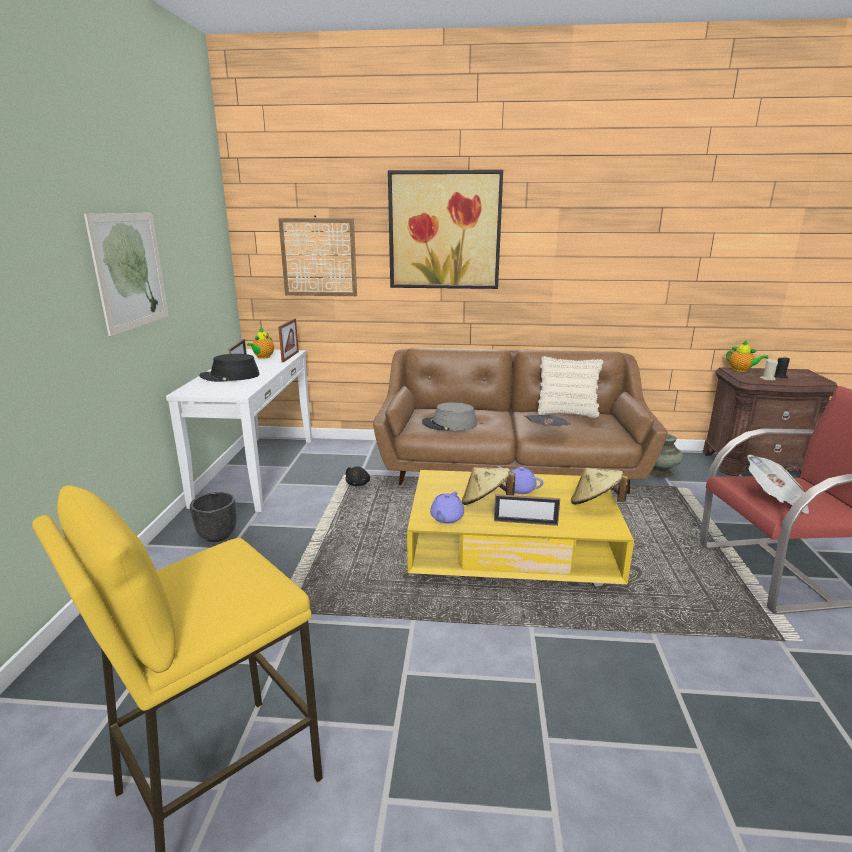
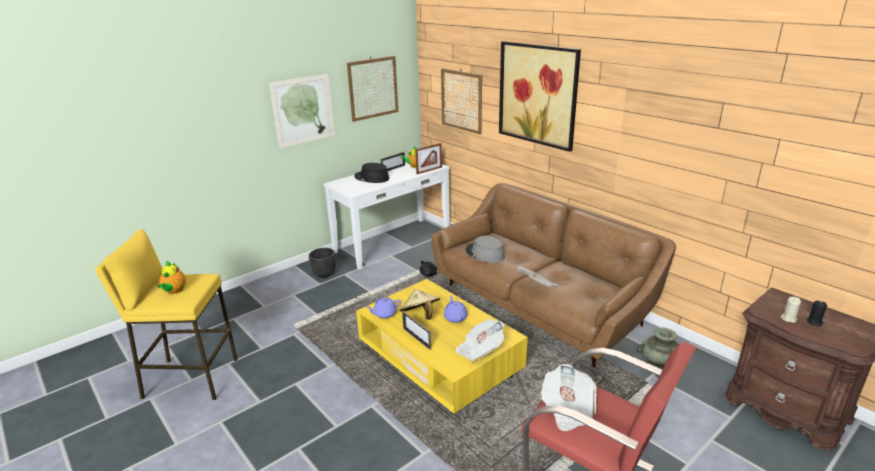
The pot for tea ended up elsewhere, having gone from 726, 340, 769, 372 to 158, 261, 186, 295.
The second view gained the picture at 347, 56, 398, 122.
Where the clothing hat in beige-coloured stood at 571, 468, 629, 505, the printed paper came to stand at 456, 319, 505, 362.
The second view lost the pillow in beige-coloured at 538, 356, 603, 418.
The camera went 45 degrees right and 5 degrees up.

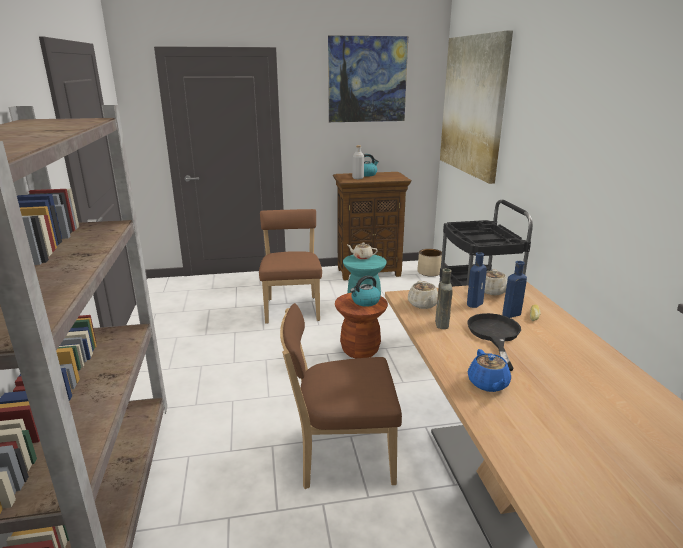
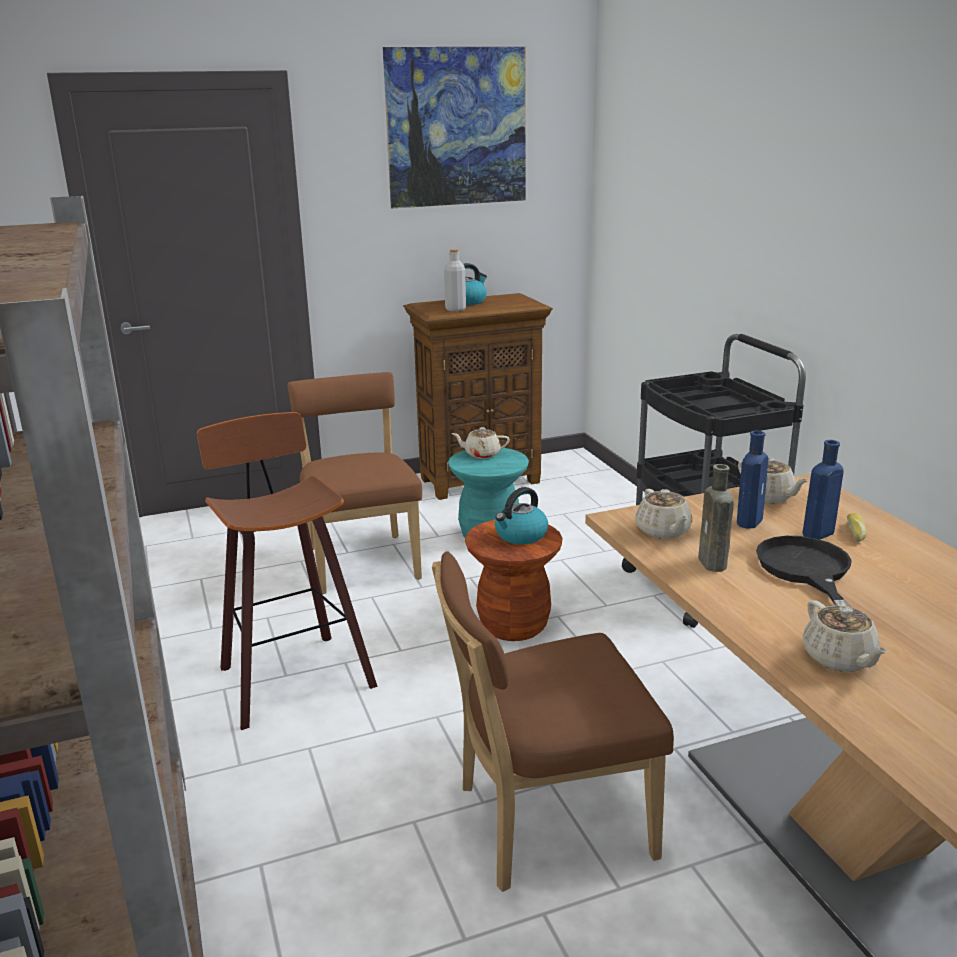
The second view gained the sitting stool at 197, 412, 378, 730.
What was the pot for tea in bluish at 468, 349, 511, 392 turned into the pot for tea in beige-coloured at 803, 600, 888, 672.
The second view lost the planter in beige-coloured at 418, 249, 442, 277.
The second view lost the picture at 440, 30, 513, 184.
The camera went 10 degrees left and 0 degrees up.

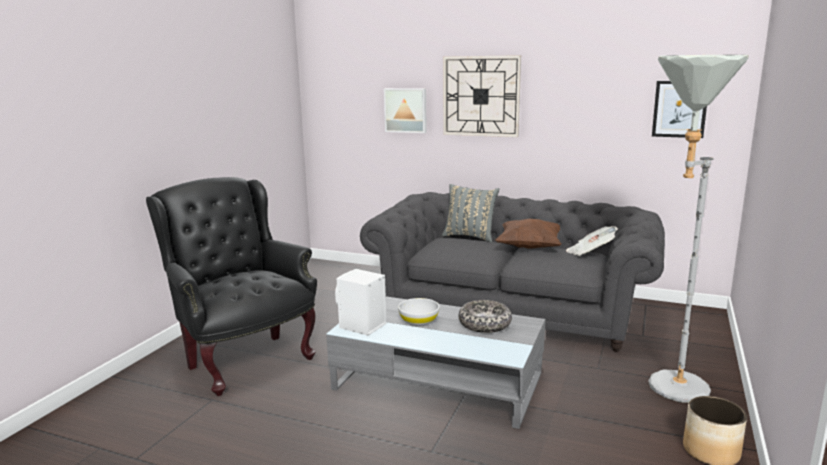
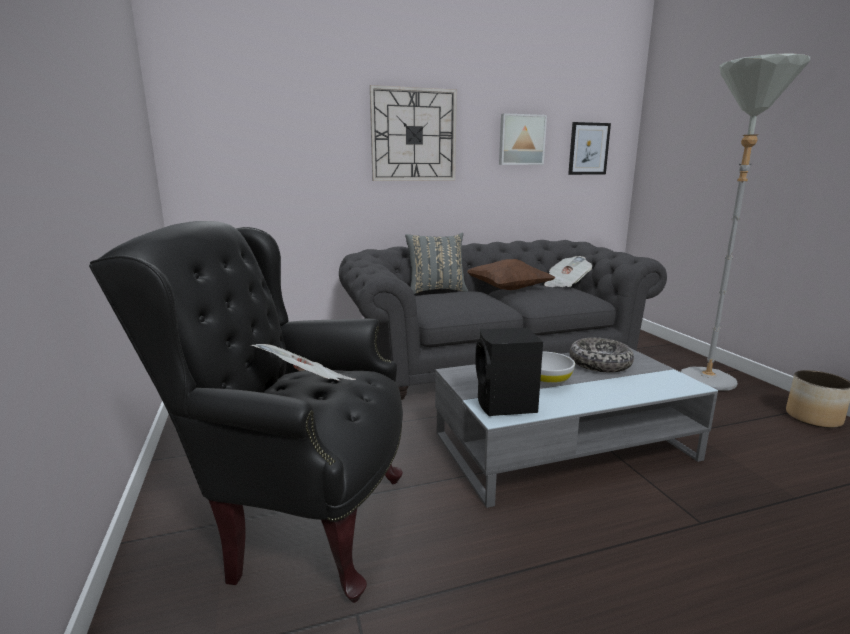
The second view gained the printed paper at 251, 344, 356, 381.
What was the audio speaker in white at 335, 269, 387, 336 turned into the audio speaker in black at 475, 327, 543, 416.
The picture ended up elsewhere, having gone from 384, 88, 427, 133 to 499, 113, 547, 165.
The camera went 40 degrees left and 0 degrees up.

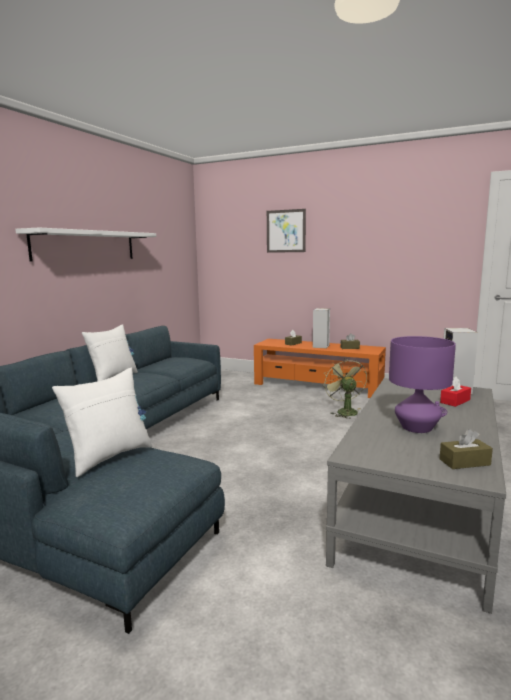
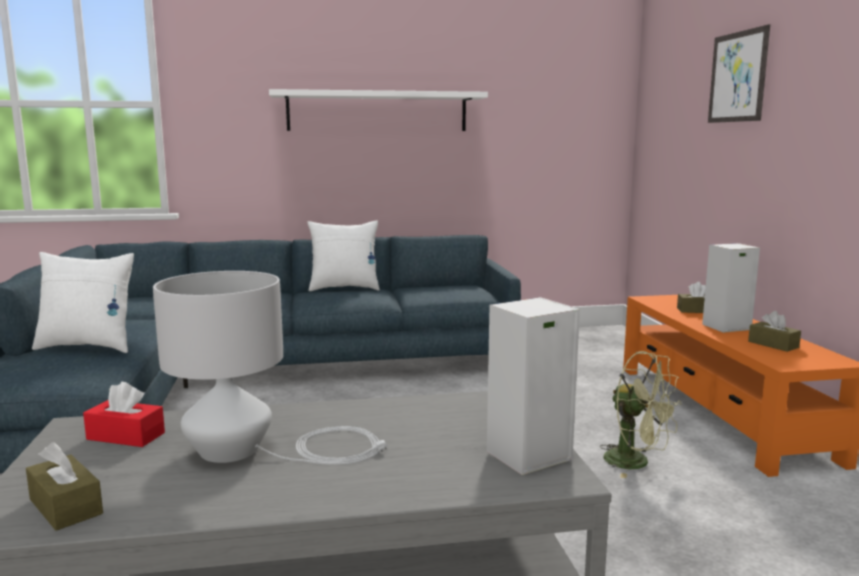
The tissue box in reddish ended up elsewhere, having gone from 440, 376, 471, 407 to 83, 382, 165, 447.
What was the table lamp in purple-coloured at 389, 336, 456, 433 turned into the table lamp in white at 153, 271, 387, 465.
The cooling fan in green at 323, 358, 367, 419 ended up facing another way, 90 degrees clockwise from before.
The camera went 55 degrees right and 0 degrees up.

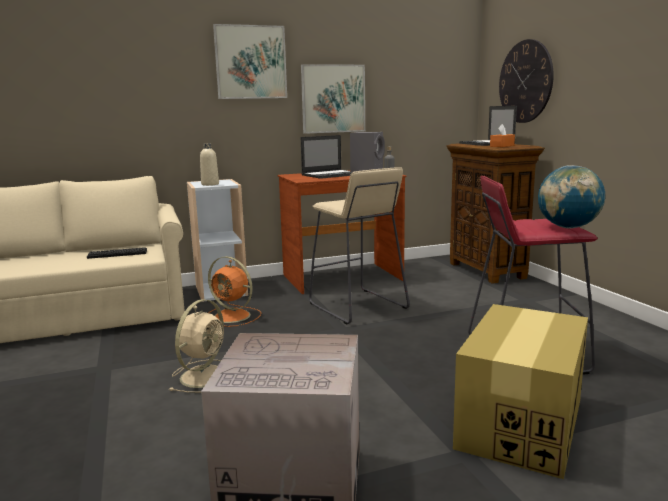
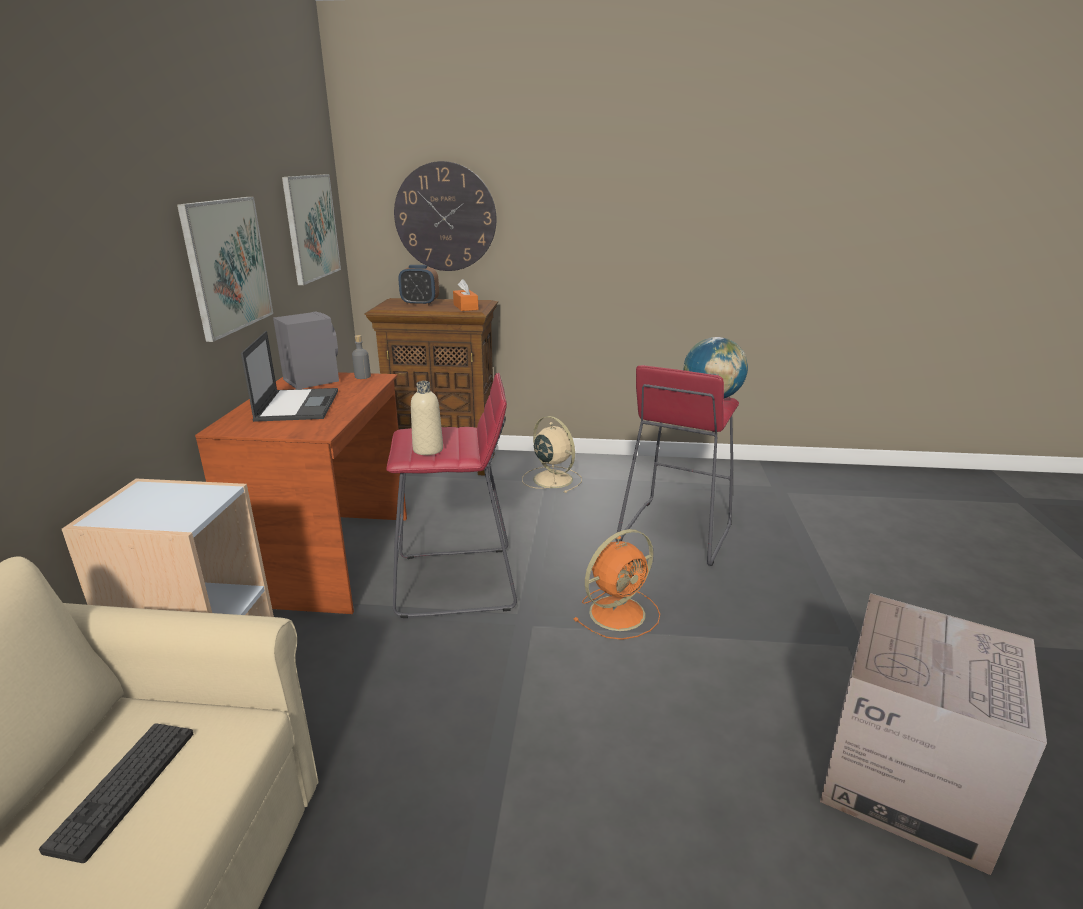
The picture ended up elsewhere, having gone from 213, 24, 287, 99 to 282, 174, 341, 285.
What was the sitting stool in beige-coloured at 309, 167, 410, 324 turned into the sitting stool in reddish at 386, 373, 517, 618.
Where the laptop stood at 459, 106, 517, 146, the bedside clock came to stand at 398, 265, 439, 306.
The bottle in beige-coloured ended up elsewhere, having gone from 200, 143, 219, 186 to 411, 381, 443, 455.
The cooling fan in beige-coloured ended up elsewhere, having gone from 169, 299, 224, 393 to 522, 416, 582, 493.
The cooling fan in orange-coloured ended up elsewhere, having gone from 208, 256, 261, 327 to 573, 529, 660, 640.
The second view lost the cardboard box at 453, 304, 588, 479.
The camera went 65 degrees left and 10 degrees up.

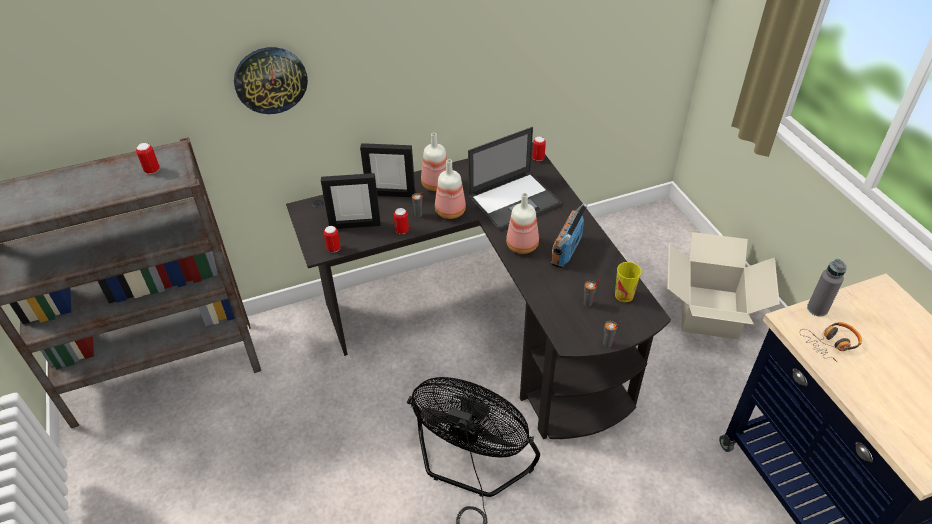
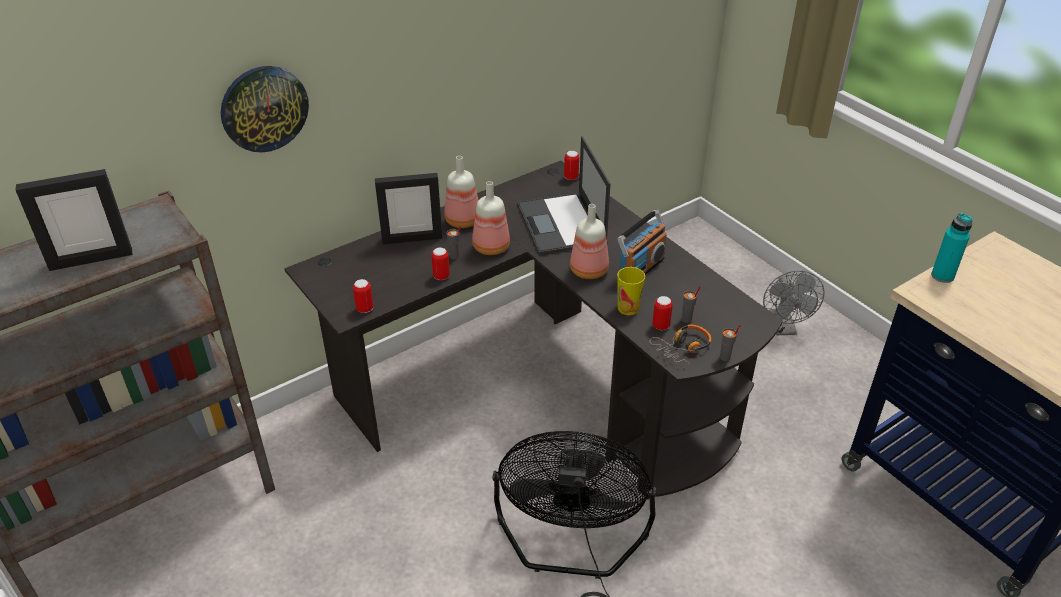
The standing frame ended up elsewhere, having gone from 321, 173, 381, 229 to 15, 169, 133, 271.
The laptop at 468, 127, 562, 231 ended up facing another way, 120 degrees clockwise from before.
The drinking cup ended up elsewhere, having gone from 615, 262, 641, 302 to 617, 267, 645, 315.
The radio receiver at 551, 203, 587, 268 ended up facing another way, 150 degrees counterclockwise from before.
The pair of headphones ended up elsewhere, having gone from 799, 322, 862, 362 to 650, 325, 711, 364.
The sealed can ended up elsewhere, having gone from 136, 143, 160, 174 to 652, 296, 673, 330.
Where the cardboard box stood at 668, 232, 780, 340, the cooling fan in greyish came to stand at 763, 271, 825, 335.
What was the bottle in greyish at 807, 259, 847, 317 turned into the bottle in turquoise at 931, 213, 973, 283.
The camera went 15 degrees left and 5 degrees down.

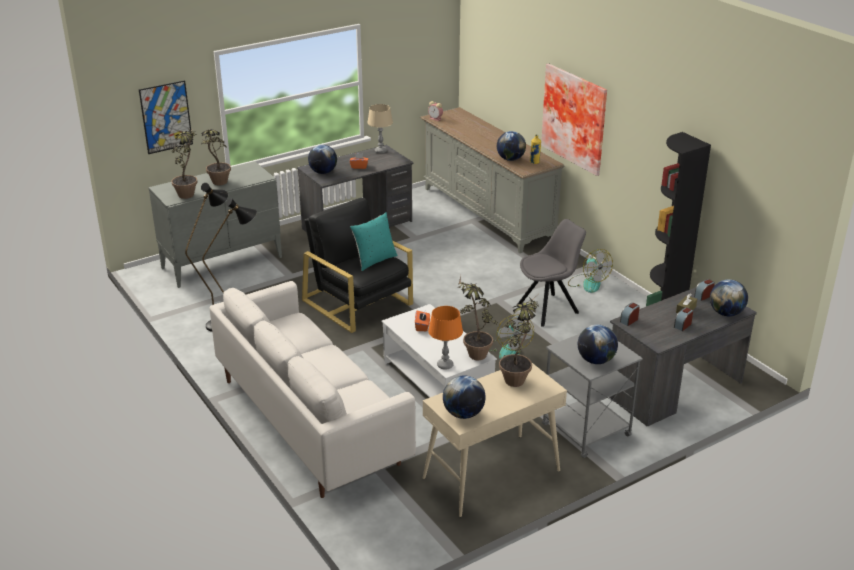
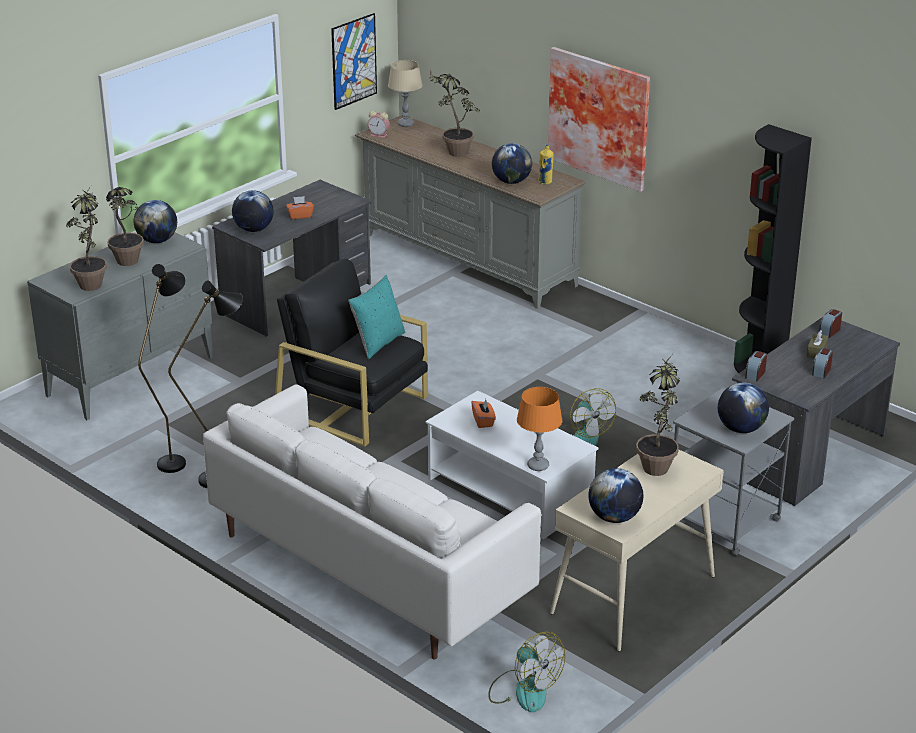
The globe ended up elsewhere, having gone from 710, 279, 748, 316 to 134, 200, 177, 243.
The picture ended up elsewhere, having gone from 139, 80, 193, 154 to 331, 13, 377, 110.
The table lamp in beige-coloured ended up elsewhere, having gone from 367, 104, 393, 153 to 388, 60, 423, 127.
The plant in a pot ended up elsewhere, having gone from 458, 275, 498, 360 to 429, 69, 480, 157.
The cooling fan ended up elsewhere, having gone from 568, 249, 613, 293 to 488, 632, 565, 712.
The second view lost the upright chair in greyish at 516, 219, 586, 327.
The camera went 15 degrees left and 0 degrees up.

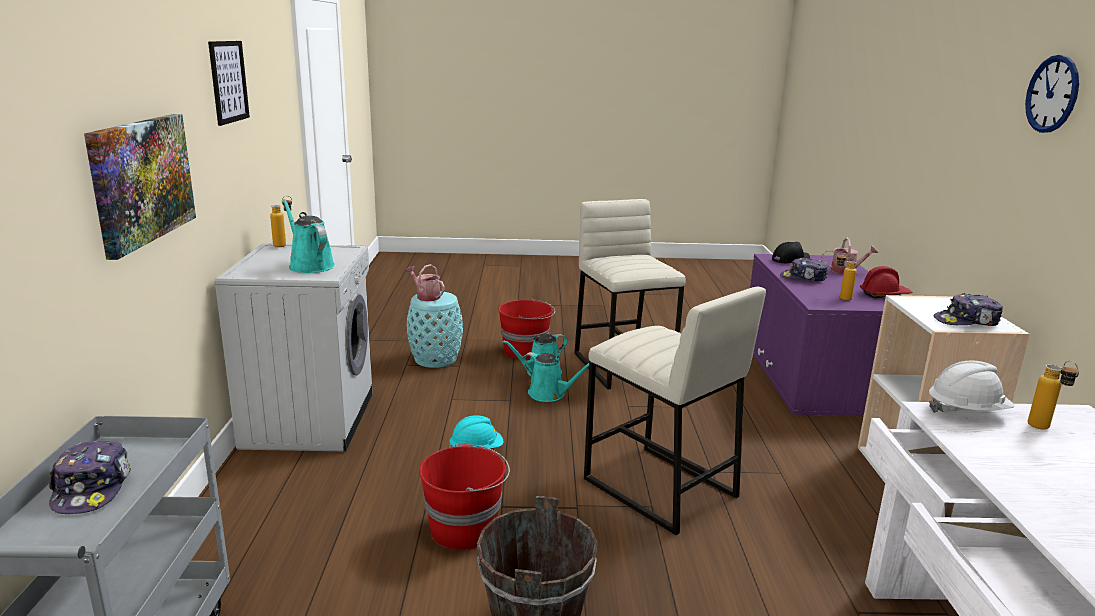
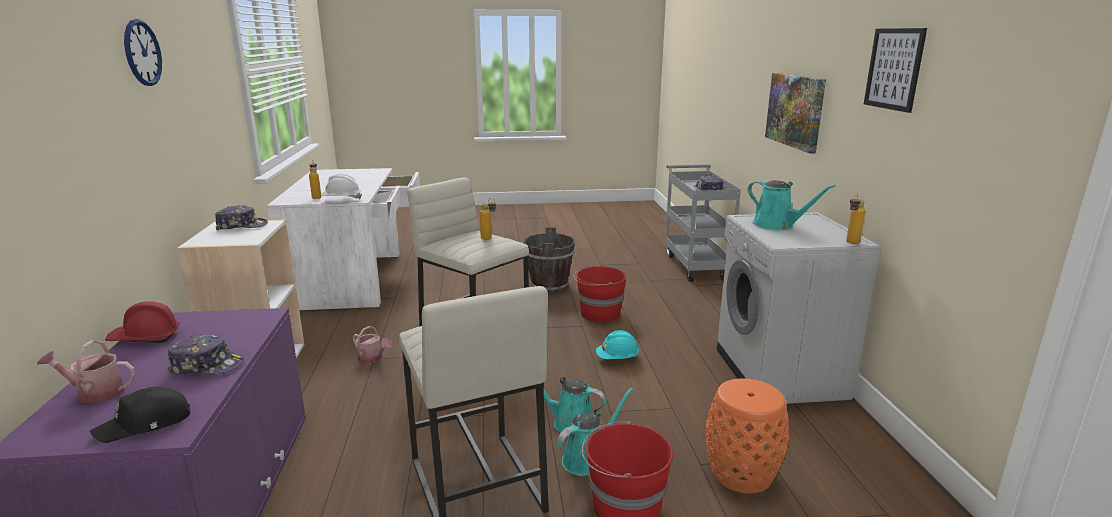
The watering pot ended up elsewhere, having gone from 405, 264, 445, 301 to 353, 326, 392, 364.
The bottle ended up elsewhere, having gone from 837, 251, 857, 300 to 480, 198, 496, 240.
What was the sitting stool in turquoise at 407, 291, 463, 368 turned into the sitting stool in orange-coloured at 706, 378, 789, 494.
The camera went 175 degrees right and 0 degrees up.

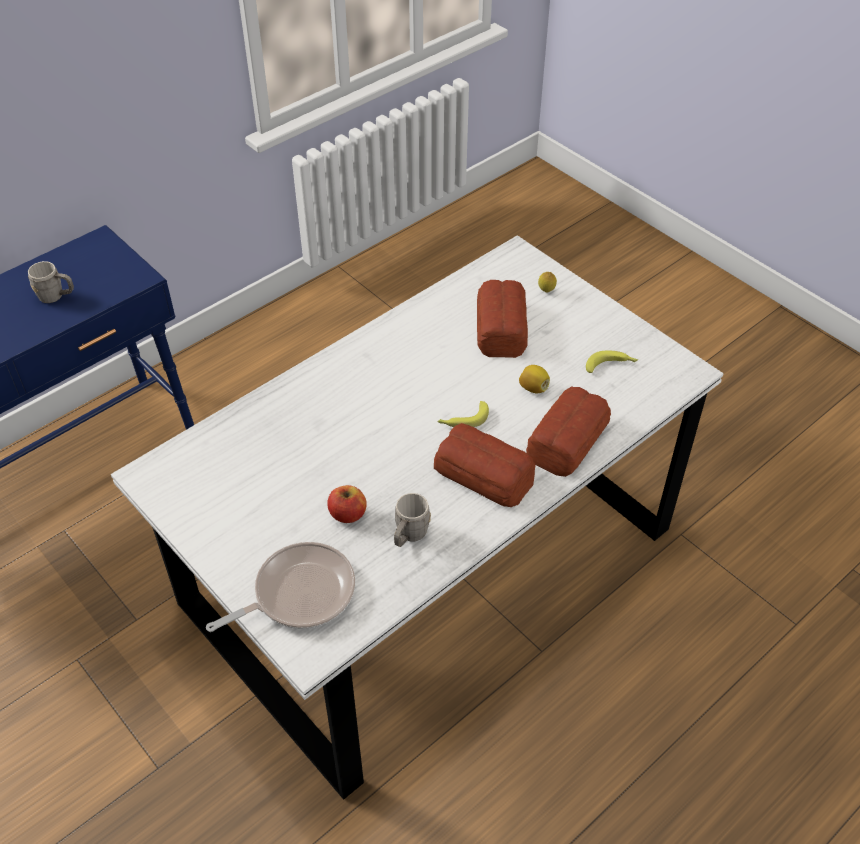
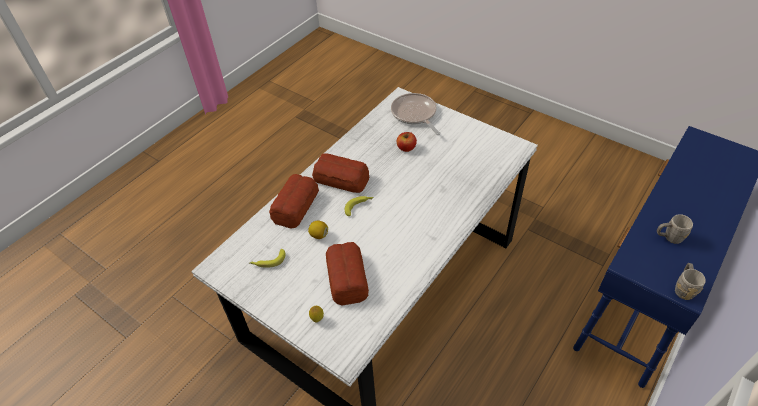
The frying pan at 206, 542, 355, 632 ended up facing another way, 105 degrees clockwise from before.
The tea mug in greyish ended up elsewhere, having gone from 394, 493, 431, 547 to 675, 263, 706, 300.
The camera went 170 degrees right and 0 degrees up.

